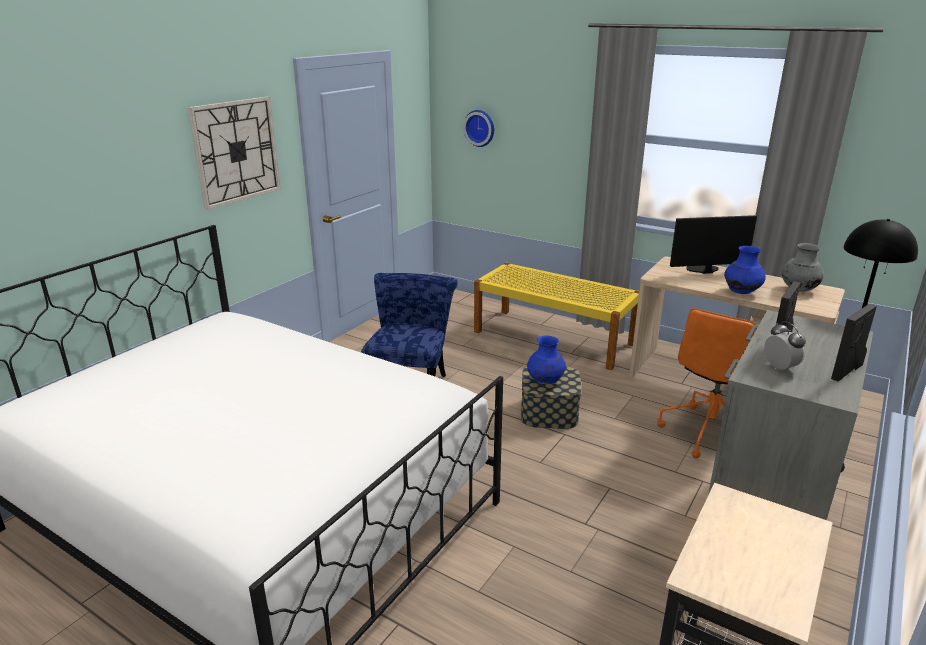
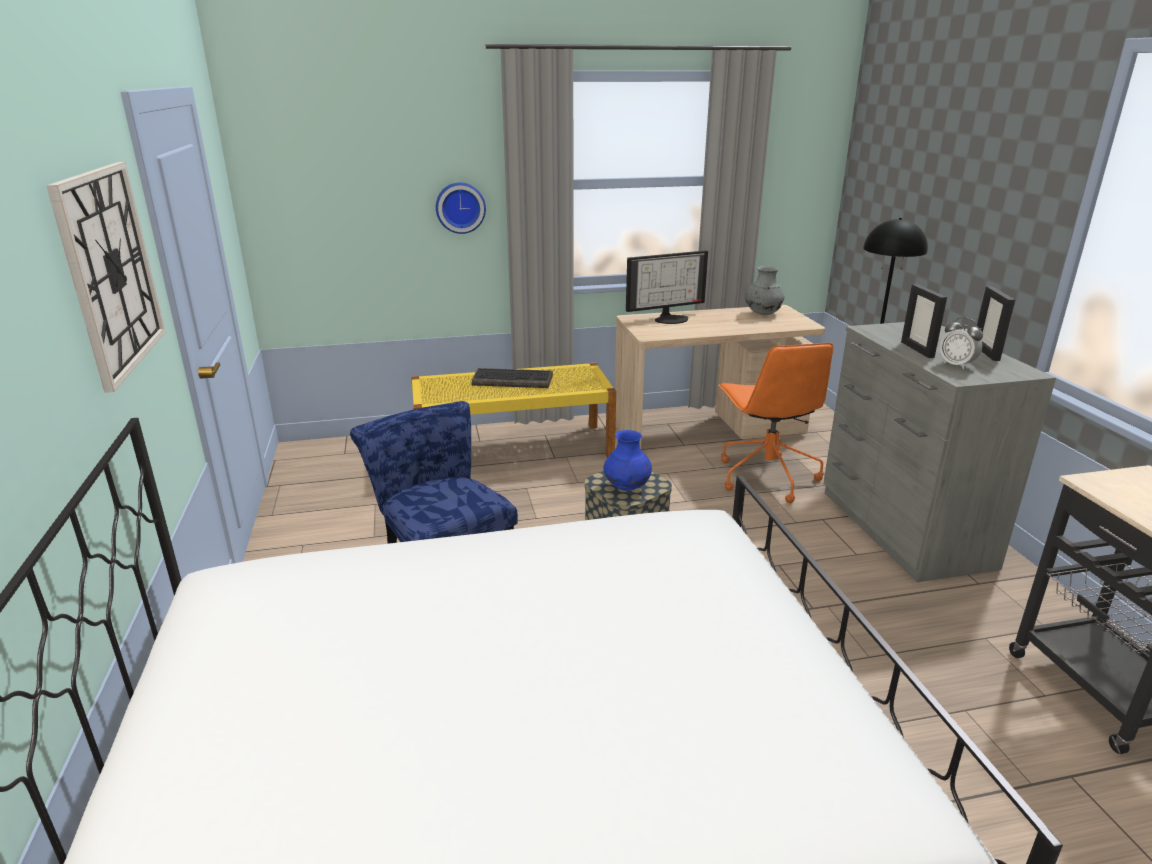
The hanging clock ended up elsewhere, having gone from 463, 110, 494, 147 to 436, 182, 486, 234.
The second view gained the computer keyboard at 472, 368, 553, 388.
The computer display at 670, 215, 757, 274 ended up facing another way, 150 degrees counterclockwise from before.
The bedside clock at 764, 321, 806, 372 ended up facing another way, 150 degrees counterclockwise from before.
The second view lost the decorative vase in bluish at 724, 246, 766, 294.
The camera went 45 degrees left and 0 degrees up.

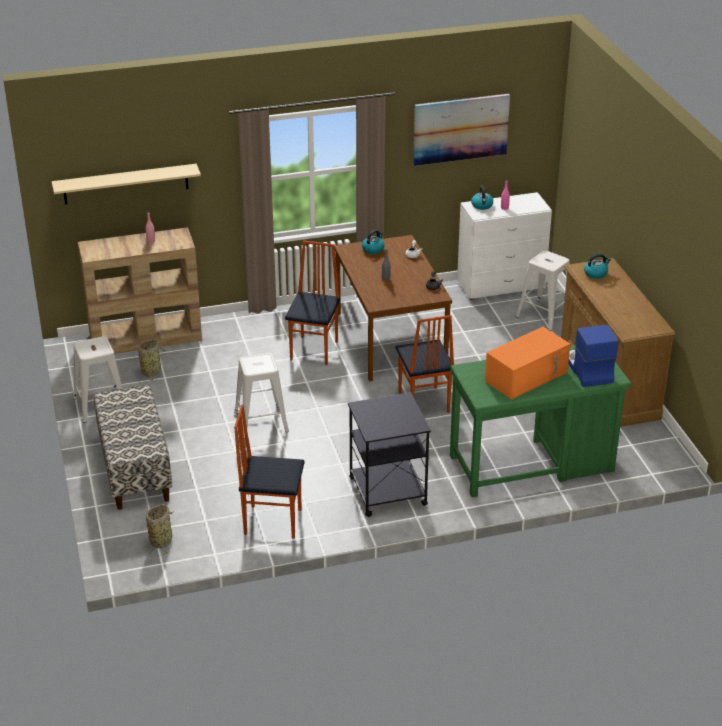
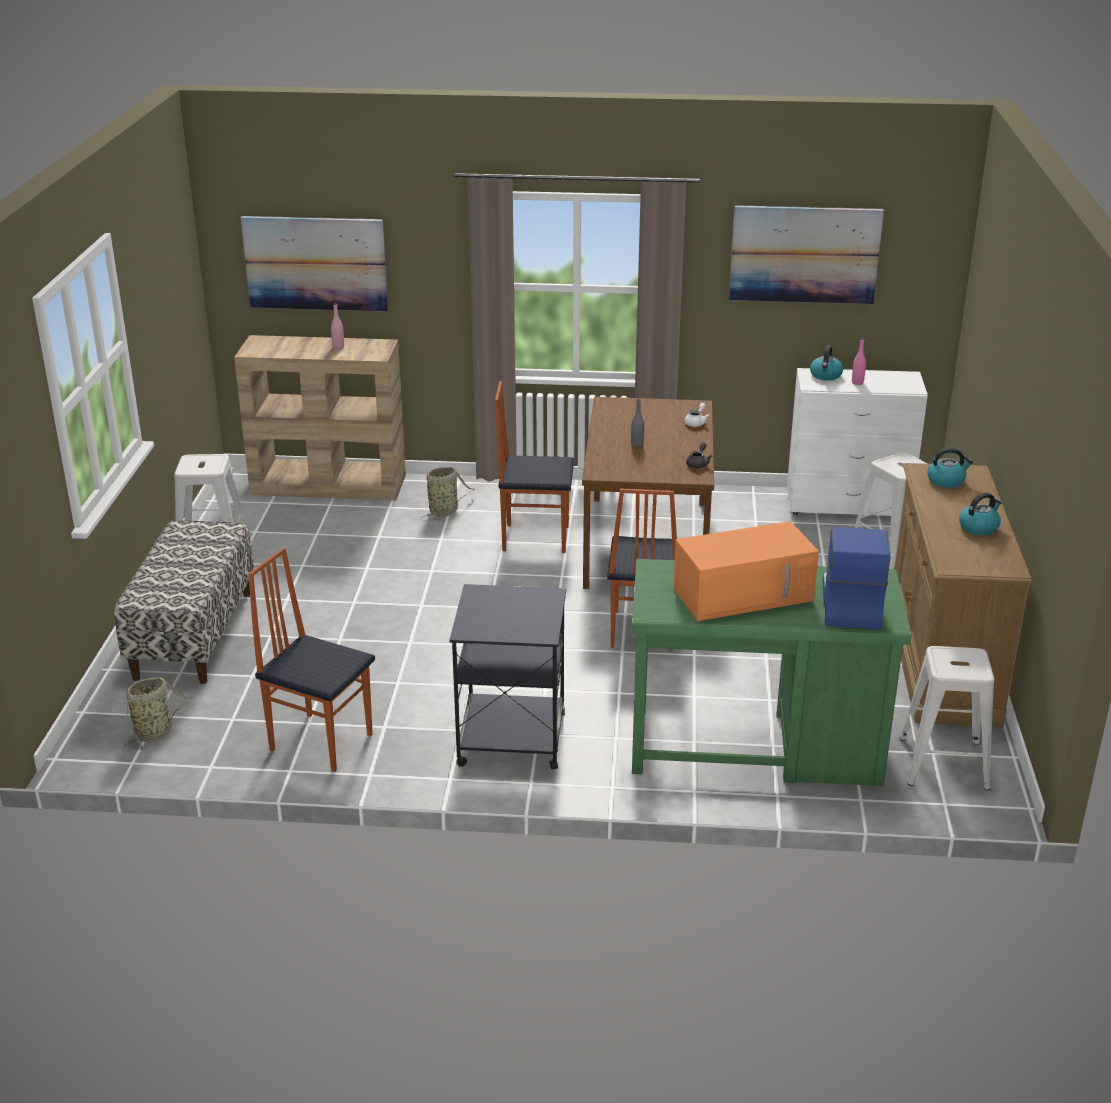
Where the bracket shelf in beige-coloured hung at 52, 164, 201, 205, the picture came to hang at 241, 216, 388, 312.
The household basket ended up elsewhere, having gone from 138, 339, 166, 381 to 420, 467, 475, 520.
The upright chair at 285, 241, 341, 365 ended up facing another way, 120 degrees counterclockwise from before.
The sitting stool in white ended up elsewhere, having gone from 234, 353, 289, 439 to 899, 646, 994, 790.
The water kettle ended up elsewhere, having gone from 362, 230, 384, 254 to 959, 493, 1002, 535.
The camera went 20 degrees right and 5 degrees down.

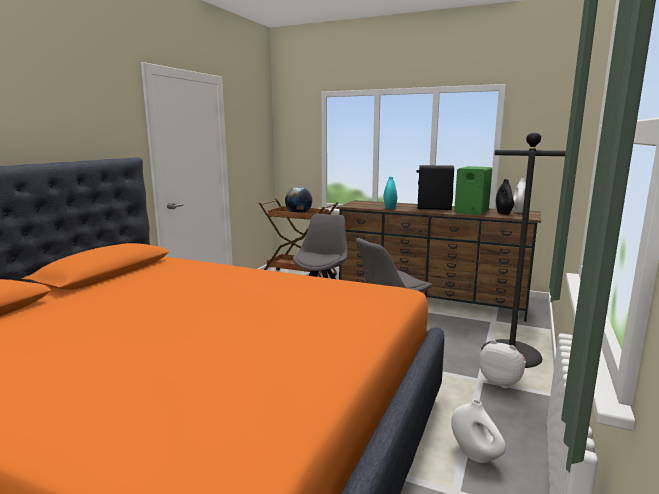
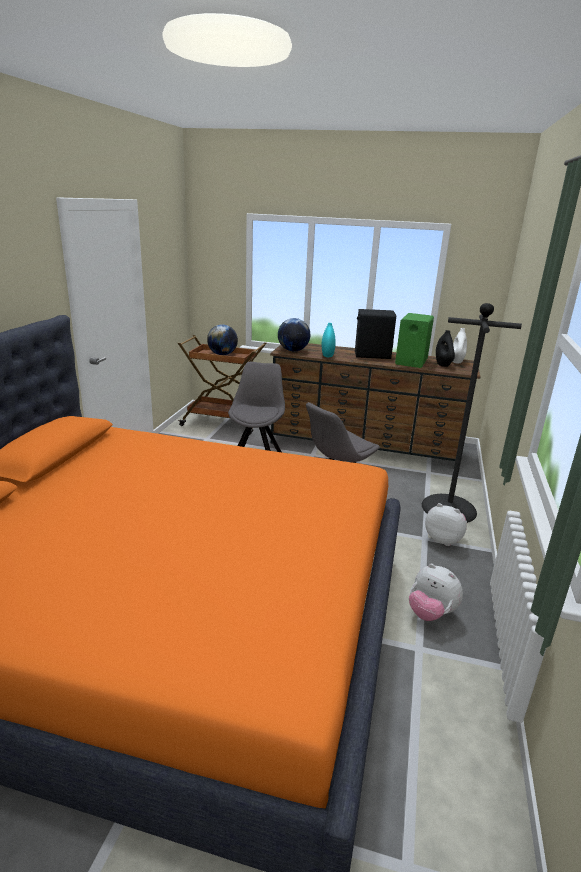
The second view gained the globe at 278, 318, 310, 352.
Where the decorative vase in white stood at 451, 399, 506, 463, the plush toy came to stand at 409, 564, 463, 621.
The camera went 10 degrees left and 10 degrees up.

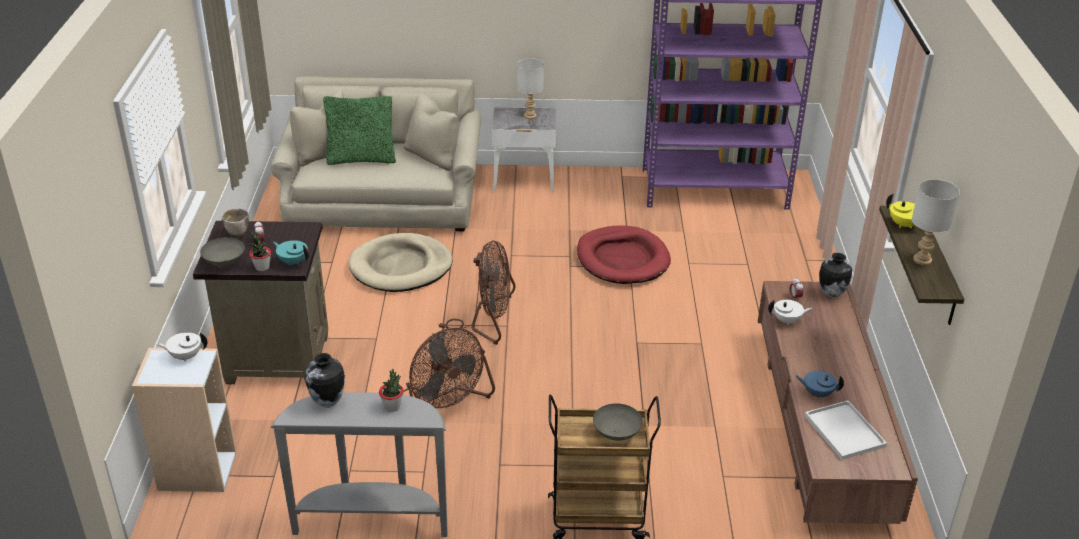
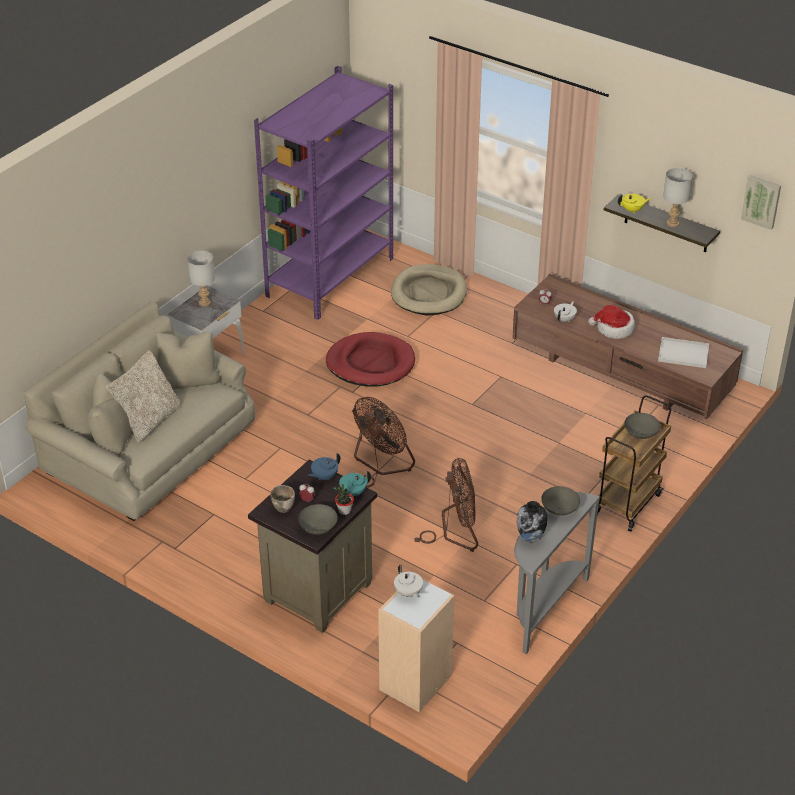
What was the pillow in green at 323, 96, 396, 165 turned into the pillow in beige-coloured at 106, 350, 180, 442.
The pot for tea in bluish ended up elsewhere, having gone from 795, 371, 844, 399 to 307, 453, 340, 480.
The dog bed in beige-coloured ended up elsewhere, having gone from 349, 233, 453, 292 to 391, 264, 467, 315.
The pot for tea in white at 156, 332, 208, 362 ended up facing another way, 60 degrees counterclockwise from before.
Where the plant in a pot stood at 379, 369, 404, 412, the deep dish in greyish came to stand at 541, 486, 580, 516.
The second view gained the clothing hat at 588, 305, 635, 339.
The second view gained the picture at 741, 175, 781, 230.
The second view lost the decorative vase at 819, 253, 852, 298.
The camera went 55 degrees left and 5 degrees up.

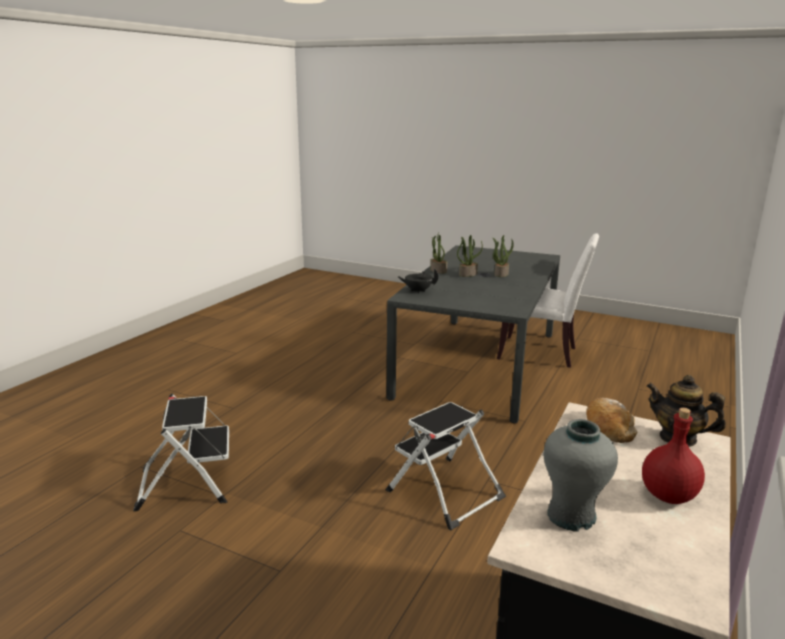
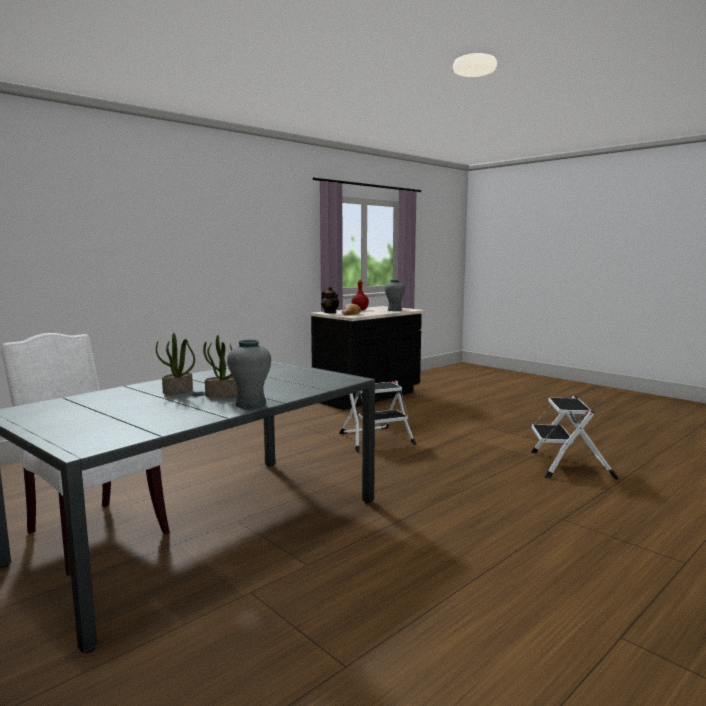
Where the plant in a pot stood at 430, 233, 447, 274, the decorative vase in greyish came to stand at 227, 339, 271, 408.
The second view lost the pot for tea in black at 398, 269, 438, 293.
The camera went 160 degrees left and 10 degrees down.

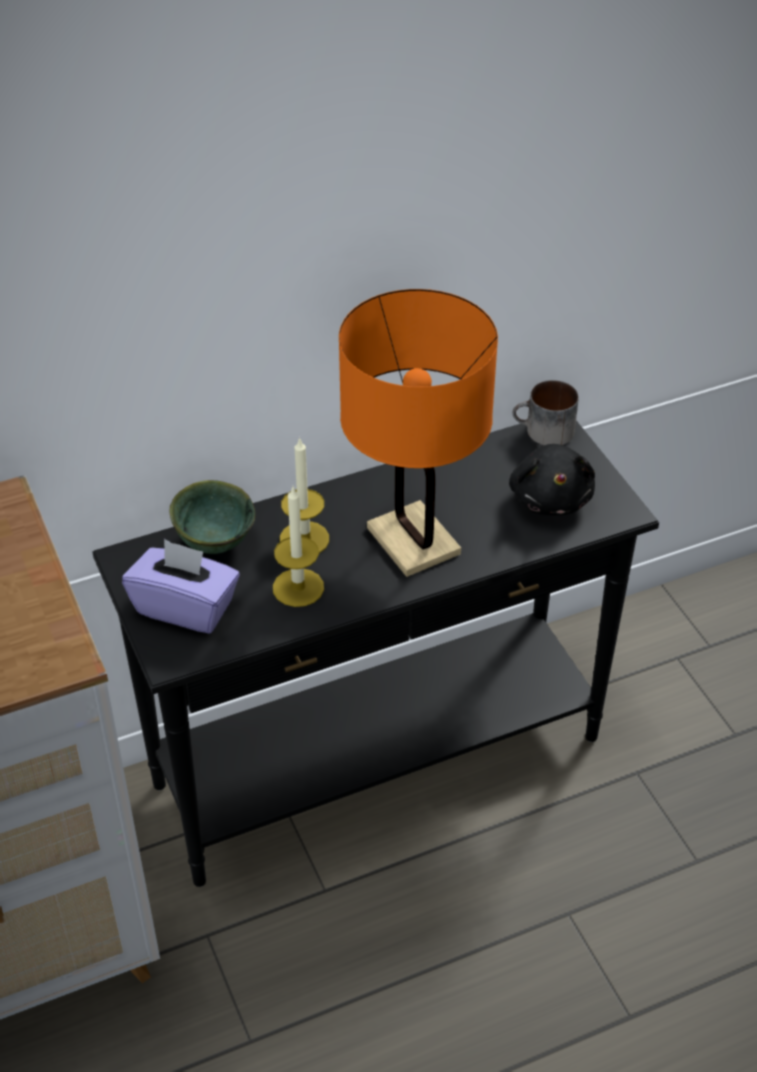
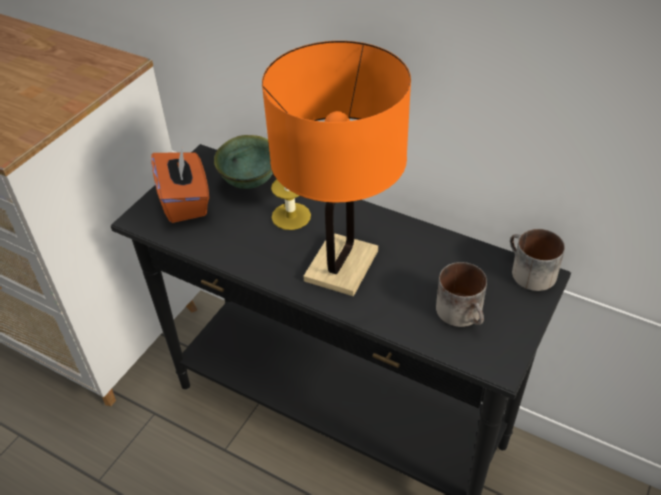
What was the tissue box in purple-coloured at 122, 539, 240, 634 turned into the tissue box in orange-coloured at 151, 148, 209, 223.
Where the plush toy in black stood at 509, 444, 595, 516, the tea mug came to stand at 436, 262, 487, 327.
The second view lost the wax candle at 273, 487, 324, 607.
The camera went 55 degrees right and 0 degrees up.

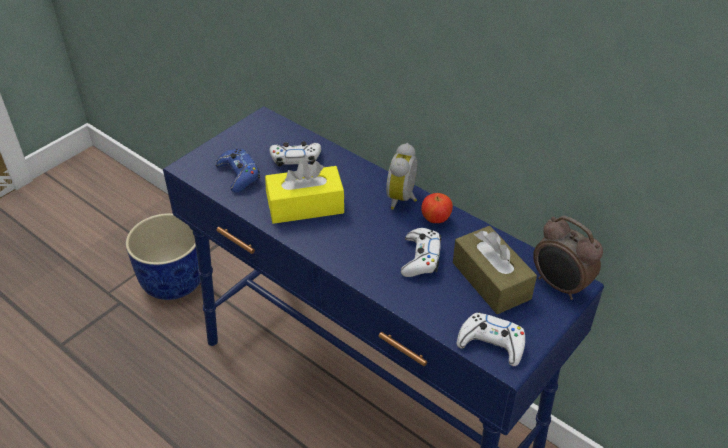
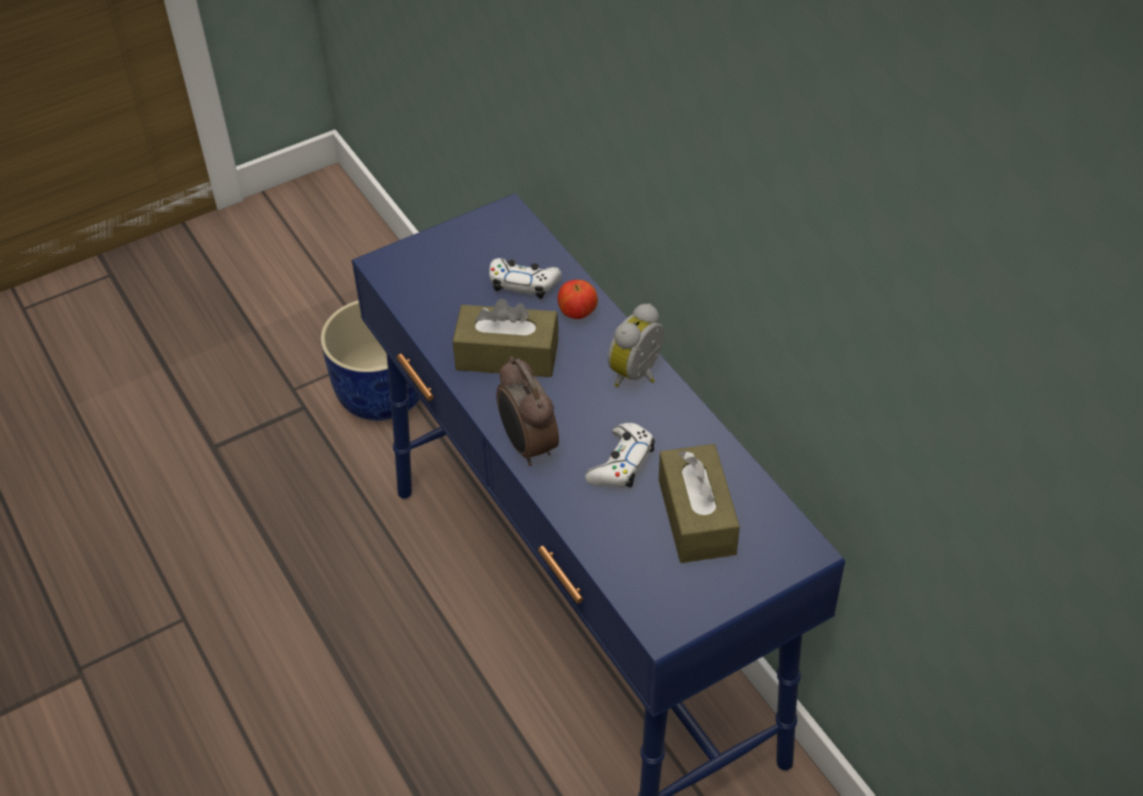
What was the tissue box in yellowish at 265, 160, 344, 224 turned into the tissue box in brown-coloured at 452, 298, 559, 377.
The bedside clock ended up elsewhere, having gone from 533, 216, 603, 300 to 496, 357, 559, 466.
The whole apple ended up elsewhere, having gone from 421, 193, 453, 223 to 558, 280, 598, 319.
The second view lost the joypad in bluish at 216, 149, 260, 193.
The second view lost the joypad in white at 457, 312, 525, 366.
The camera went 20 degrees right and 5 degrees up.

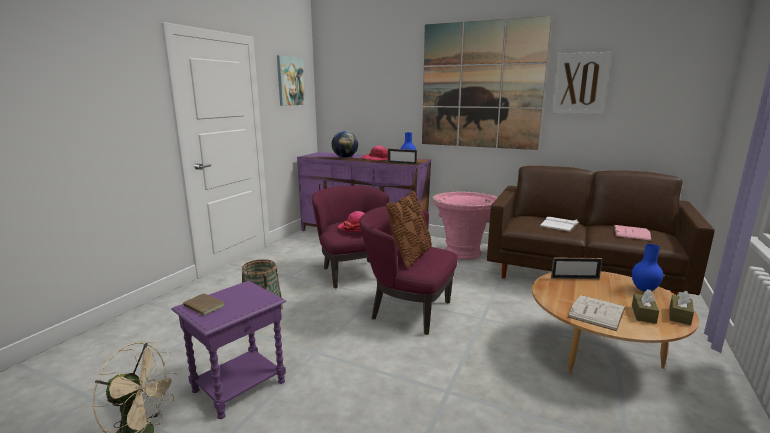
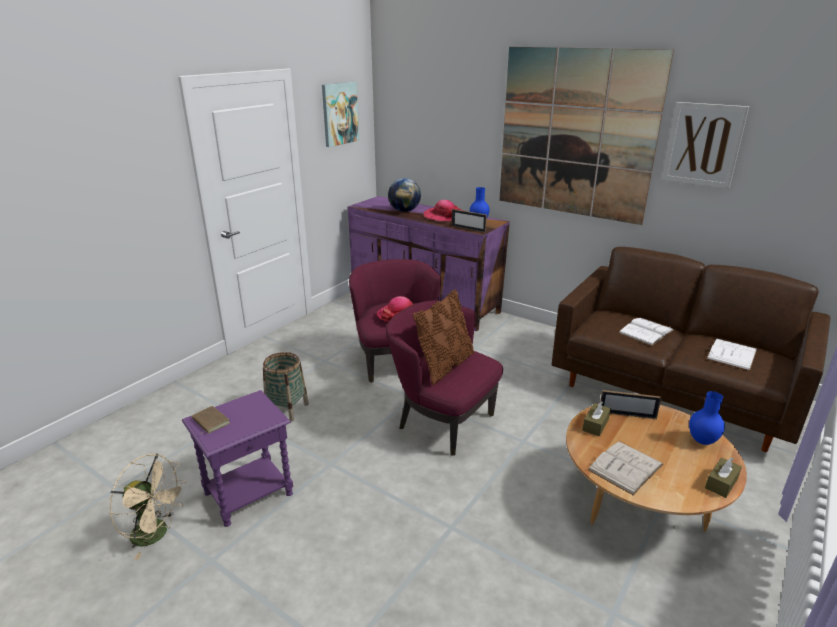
The tissue box in brown-coloured ended up elsewhere, having gone from 632, 289, 659, 324 to 582, 401, 611, 436.
What was the book in pink at 613, 225, 652, 241 turned into the book in white at 707, 339, 757, 371.
The second view lost the planter in pink at 432, 191, 498, 260.
The camera went 10 degrees right and 10 degrees up.

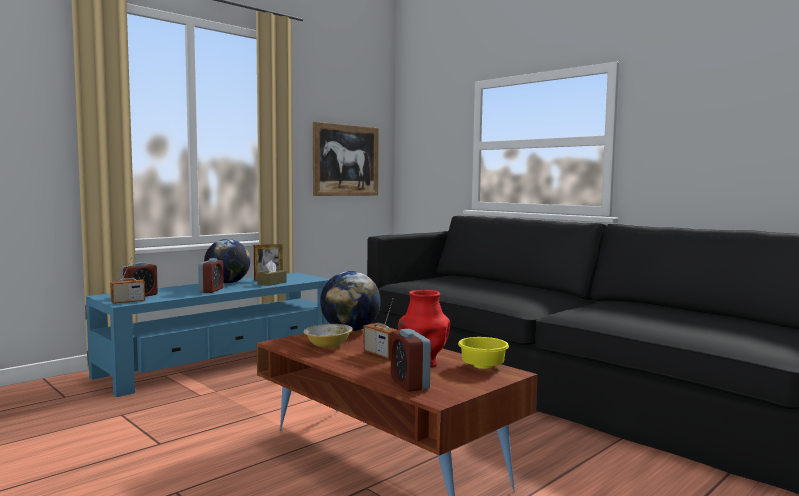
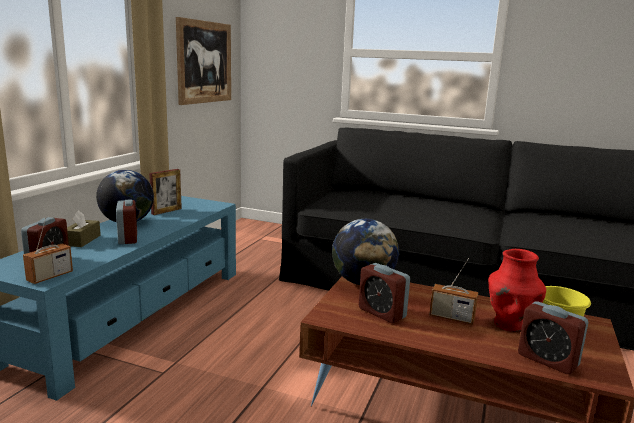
The tissue box in brown-coloured ended up elsewhere, having gone from 257, 260, 287, 286 to 67, 210, 101, 247.
Where the deep dish stood at 304, 324, 353, 347, the bedside clock came to stand at 359, 263, 410, 323.
The camera went 25 degrees left and 10 degrees up.

